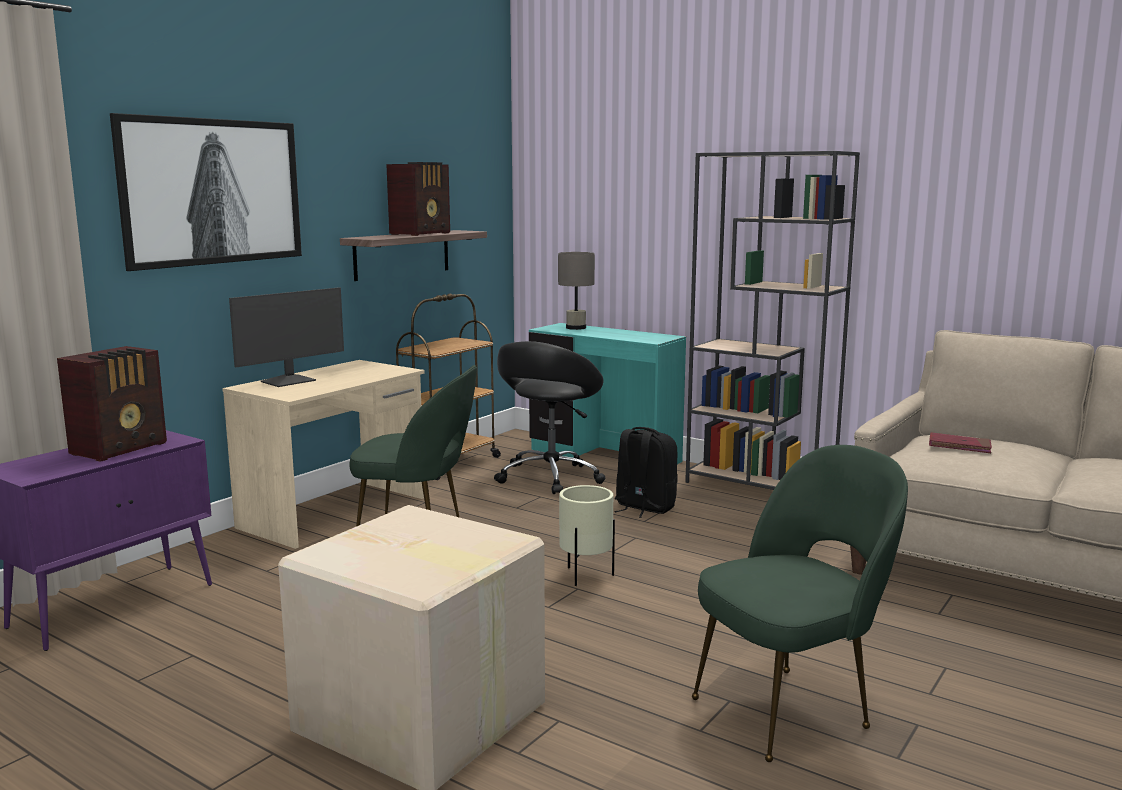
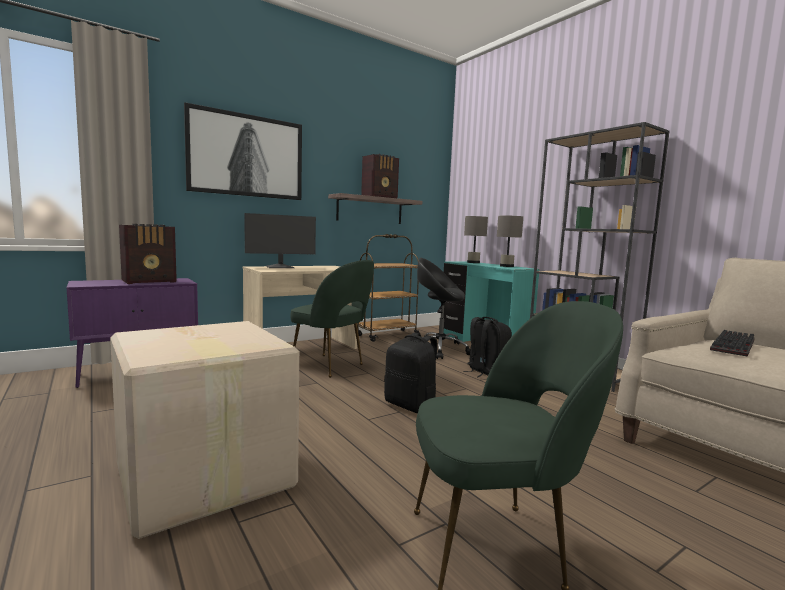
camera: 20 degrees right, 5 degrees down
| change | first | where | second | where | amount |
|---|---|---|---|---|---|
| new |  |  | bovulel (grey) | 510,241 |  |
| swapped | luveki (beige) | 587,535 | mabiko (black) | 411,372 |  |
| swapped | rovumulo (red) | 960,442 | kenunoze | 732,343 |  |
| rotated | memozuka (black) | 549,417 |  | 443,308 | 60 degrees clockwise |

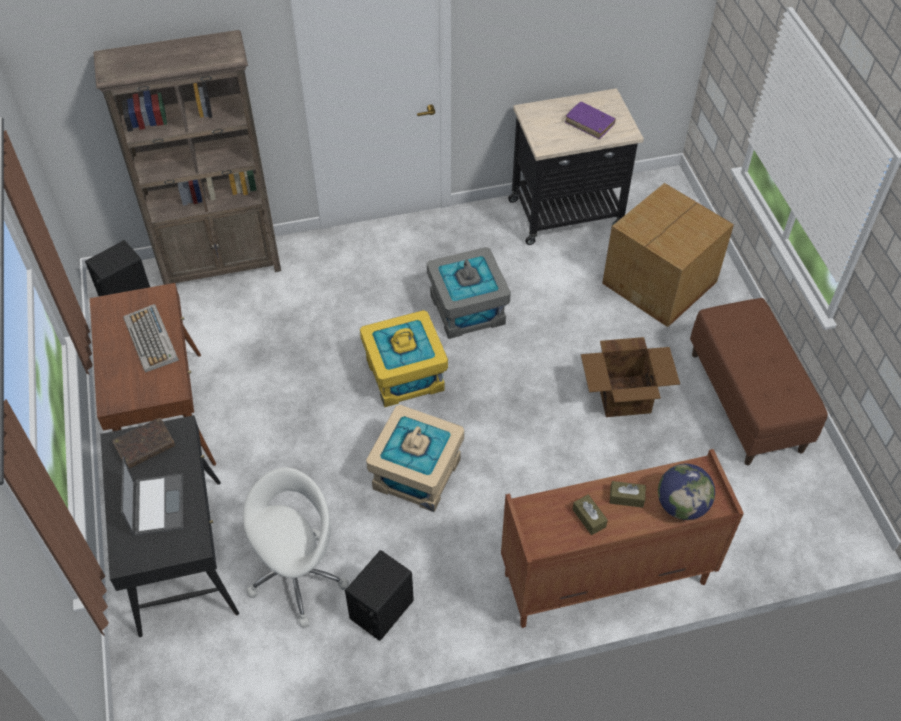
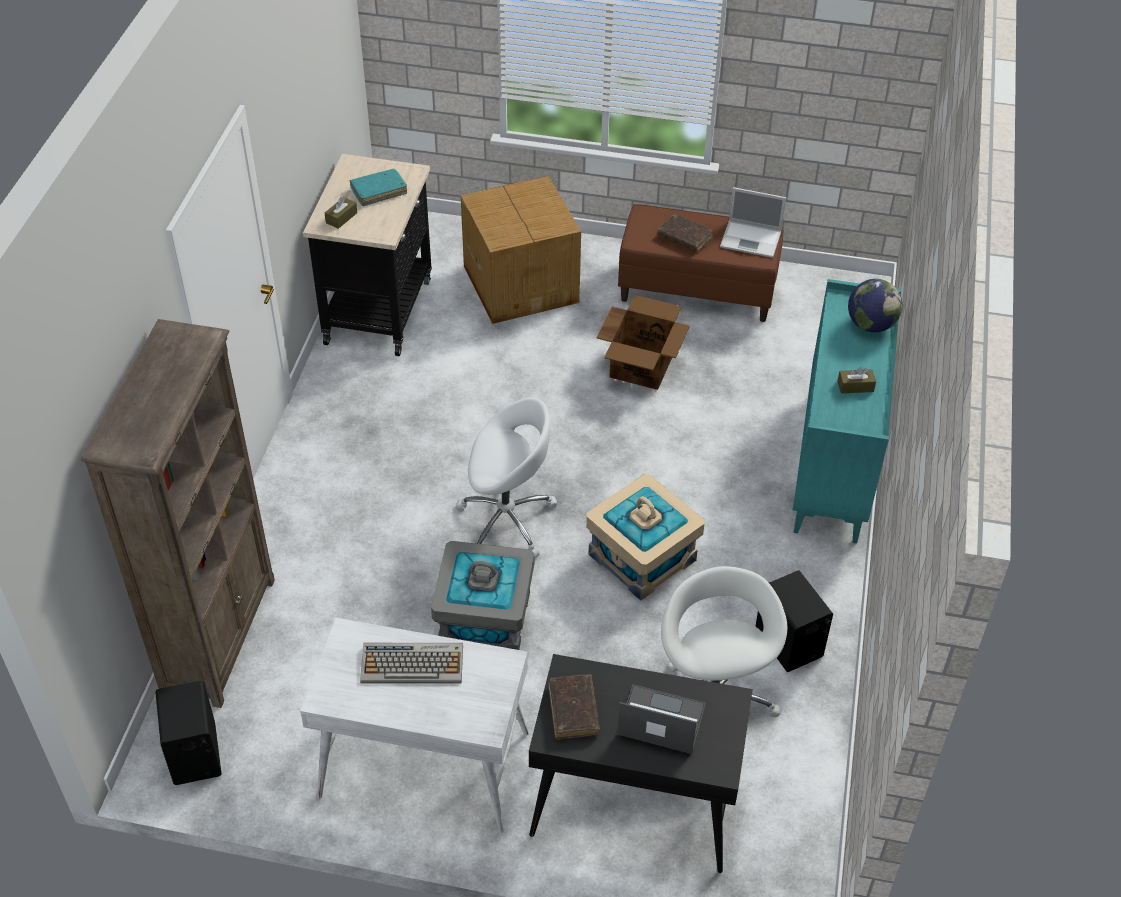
camera: 65 degrees left, 5 degrees down
| change | first | where | second | where | amount |
|---|---|---|---|---|---|
| new |  |  | rovumulo (brown) | 685,233 |  |
| new |  |  | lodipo | 753,222 |  |
| shifted | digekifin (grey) | 469,293 |  | 482,595 |  |
| shifted | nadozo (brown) | 628,494 |  | 341,212 |  |
| swapped | digekifin (yellow) | 404,359 | memozuka (white) | 506,478 |  |
| repainted | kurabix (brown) | 153,374 | kurabix (white) | 414,725 |  |
| repainted | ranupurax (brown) | 622,538 | ranupurax (turquoise) | 846,411 |  |
| repainted | rovumulo (purple) | 590,120 | rovumulo (turquoise) | 378,187 |  |

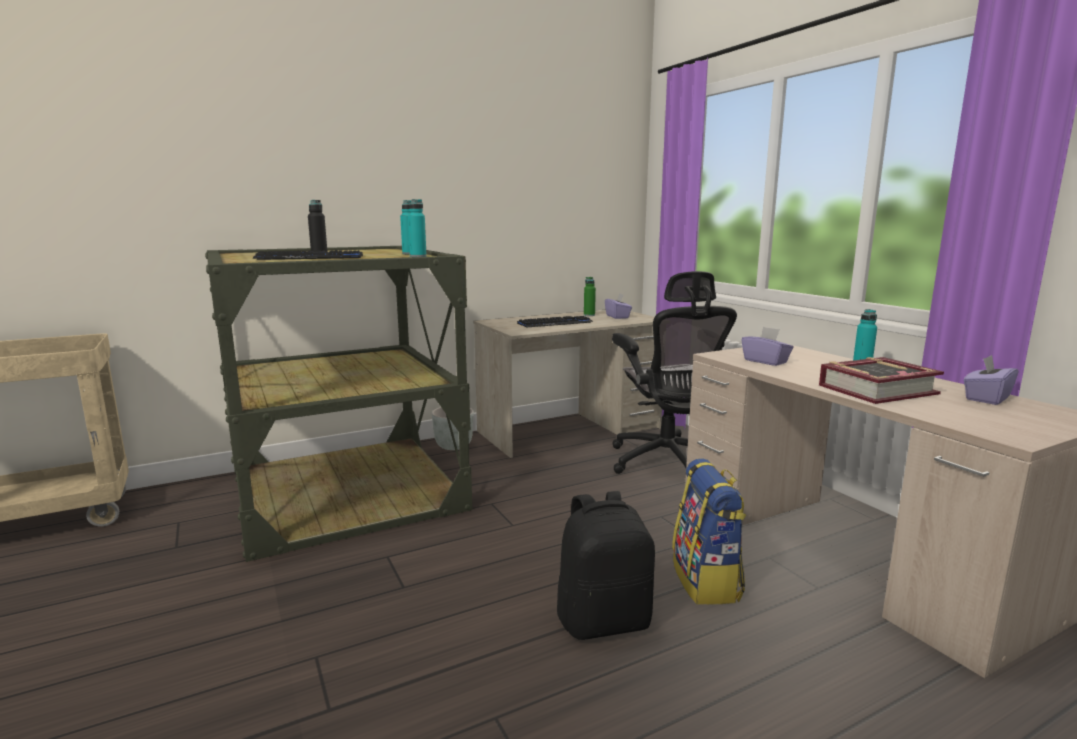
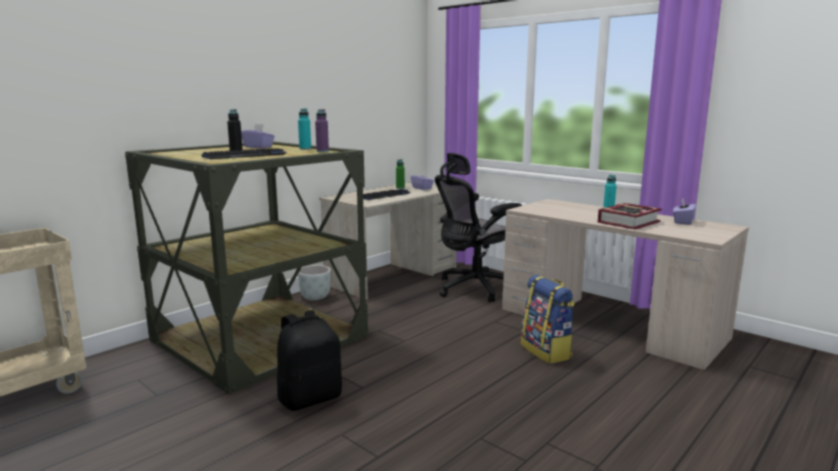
camera: 20 degrees left, 0 degrees up
| change | first | where | second | where | amount |
|---|---|---|---|---|---|
| shifted | mabiko (black) | 606,565 |  | 309,360 |  |
| shifted | nadozo (purple) | 768,346 |  | 258,136 |  |
| repainted | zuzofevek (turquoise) | 417,228 | zuzofevek (purple) | 322,130 |  |
| rotated | memozuka | 674,372 |  | 478,227 | 90 degrees clockwise |

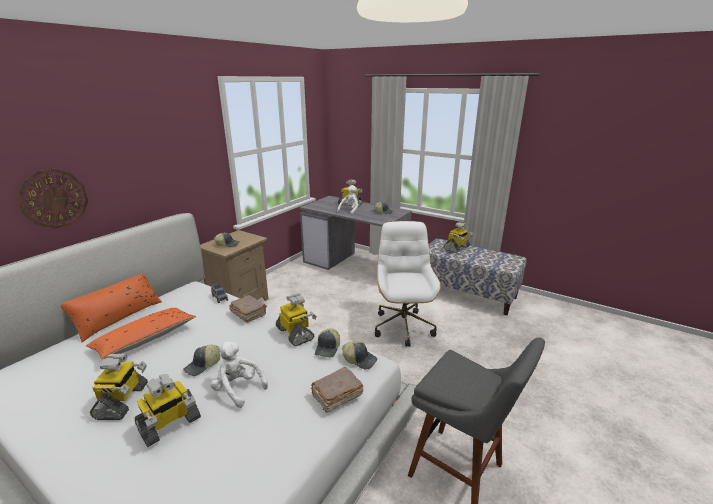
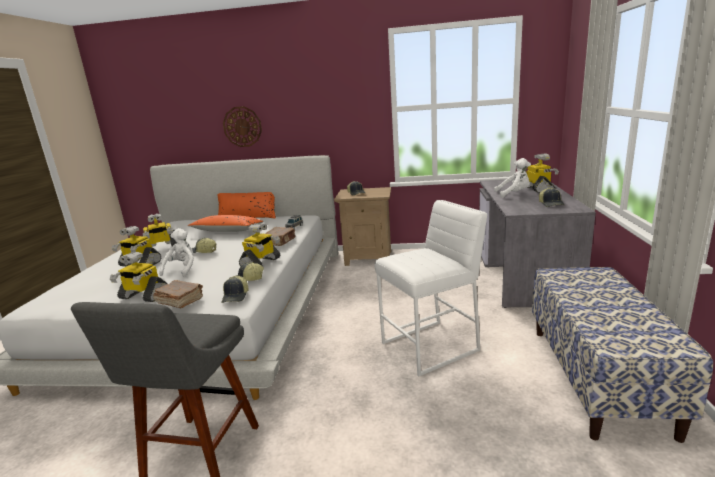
camera: 65 degrees right, 5 degrees down
| change | first | where | second | where | amount |
|---|---|---|---|---|---|
| shifted | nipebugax | 458,237 |  | 138,276 |  |
| swapped | memozuka (white) | 408,284 | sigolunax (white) | 430,288 |  |

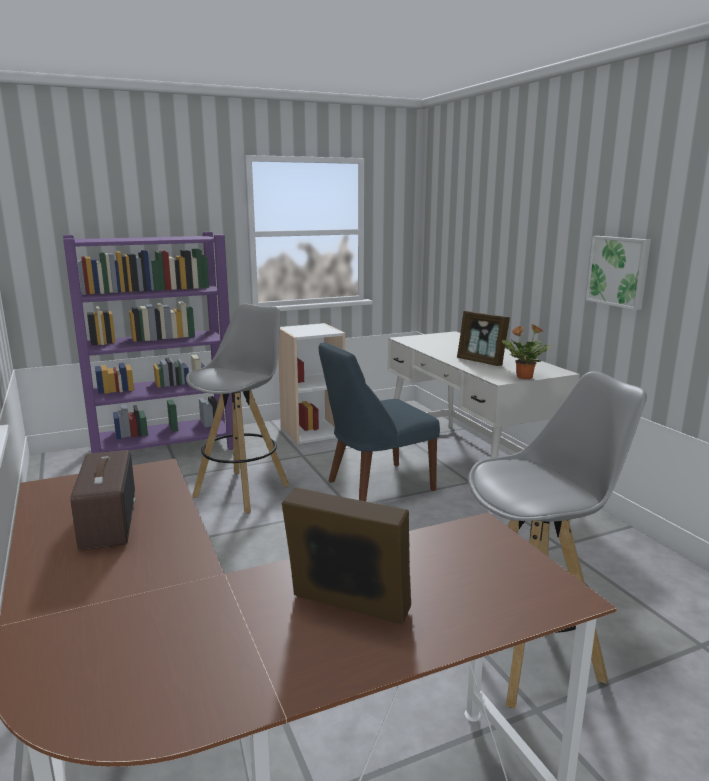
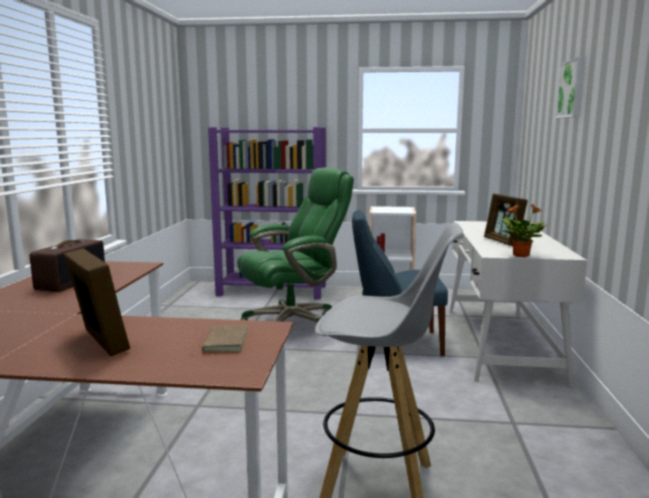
camera: 30 degrees right, 5 degrees down
| change | first | where | second | where | amount |
|---|---|---|---|---|---|
| new |  |  | rovumulo (brown) | 218,338 |  |
| shifted | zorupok | 618,273 |  | 570,87 |  |
| swapped | sigolunax (grey) | 237,408 | memozuka (green) | 295,252 |  |

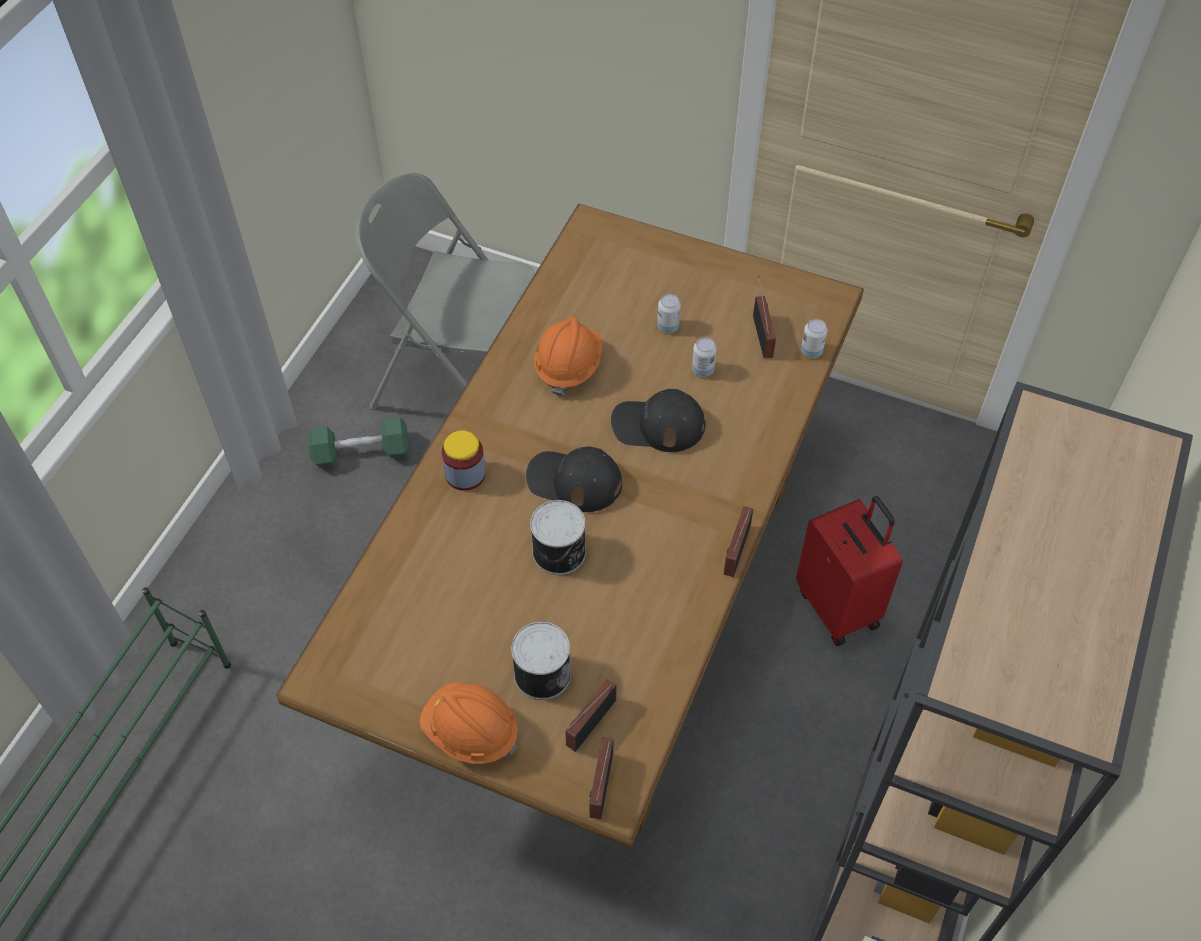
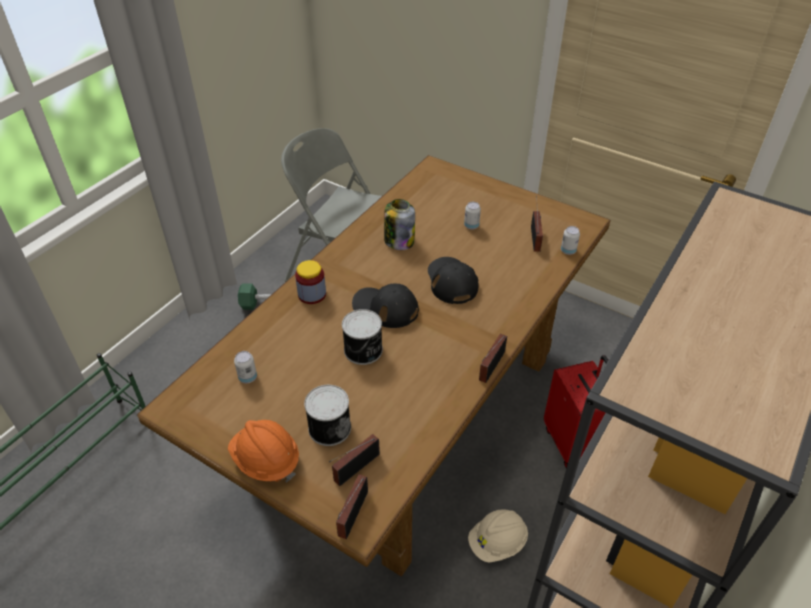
camera: 10 degrees right, 10 degrees down
| change | first | where | second | where | amount |
|---|---|---|---|---|---|
| new |  |  | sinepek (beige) | 498,536 |  |
| shifted | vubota | 704,357 |  | 245,367 |  |
| swapped | sinepek (orange) | 568,356 | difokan | 399,224 |  |
| rotated | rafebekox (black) | 658,420 |  | 453,280 | 60 degrees clockwise |

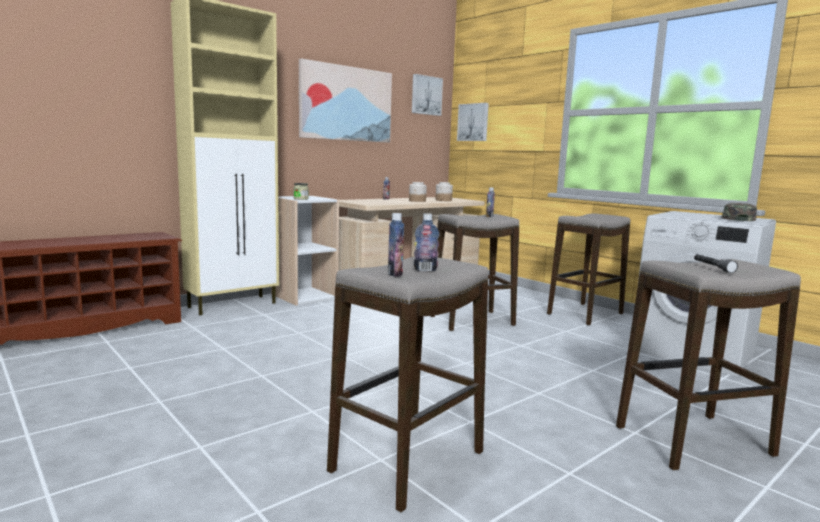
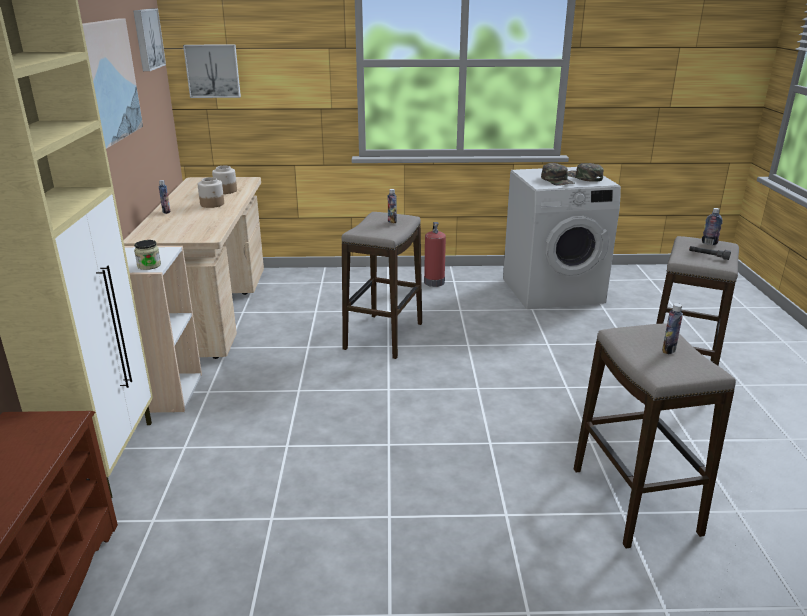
camera: 50 degrees left, 15 degrees up
| change | first | where | second | where | amount |
|---|---|---|---|---|---|
| new |  |  | rafebekox (green) | 558,174 |  |
| shifted | zuzofevek | 396,245 |  | 712,226 |  |
| swapped | sigolunax | 588,269 | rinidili | 435,254 |  |

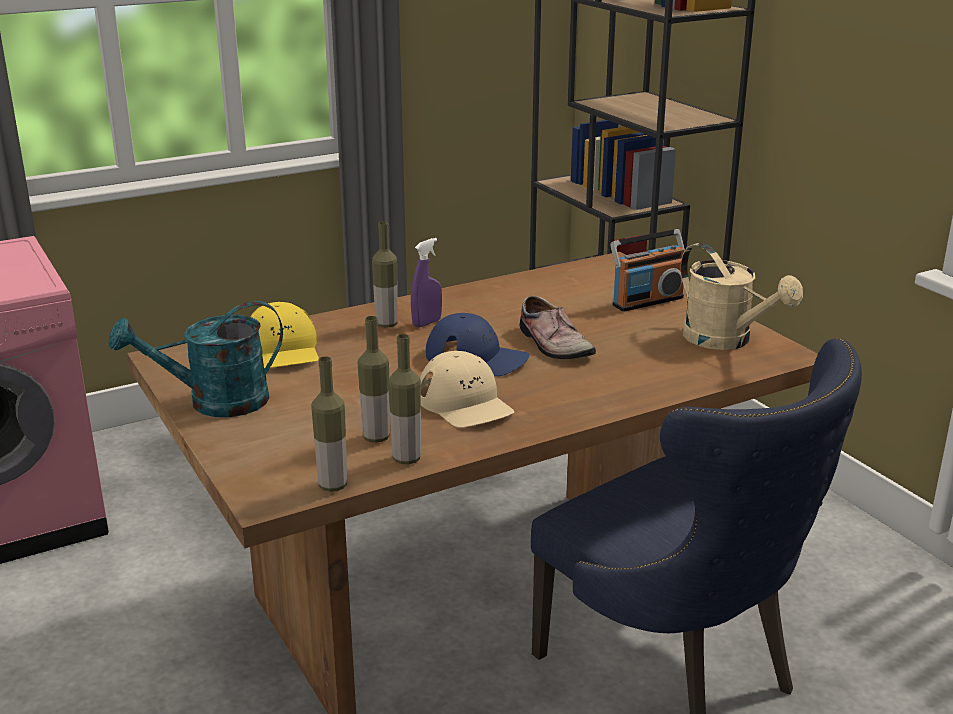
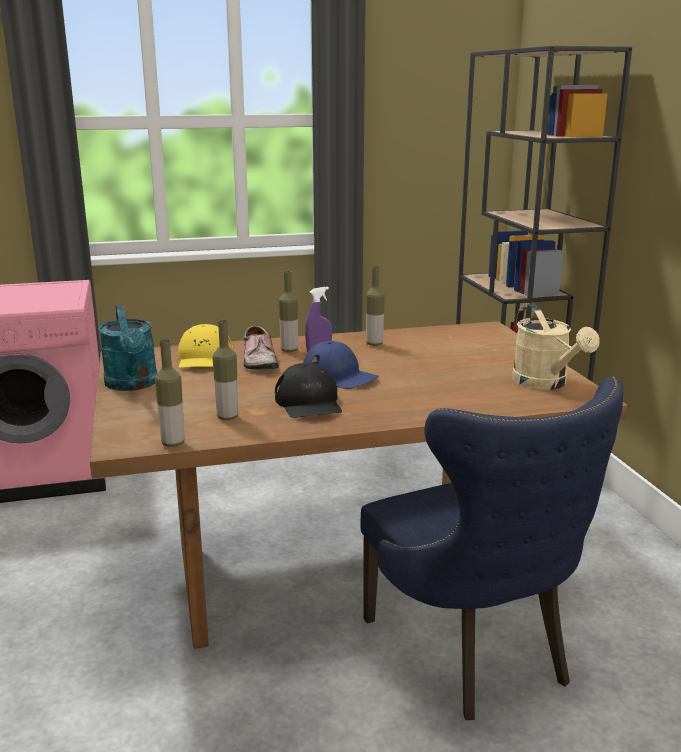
camera: 15 degrees right, 5 degrees down
| change | first | where | second | where | amount |
|---|---|---|---|---|---|
| gone | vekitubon | 647,270 |  |  |  |
| shifted | zuzofevek | 404,399 |  | 375,306 |  |
| shifted | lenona | 558,327 |  | 261,348 |  |
| repainted | rafebekox (beige) | 467,389 | rafebekox (black) | 308,390 |  |
| rotated | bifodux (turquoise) | 196,359 |  | 127,347 | 105 degrees counterclockwise |

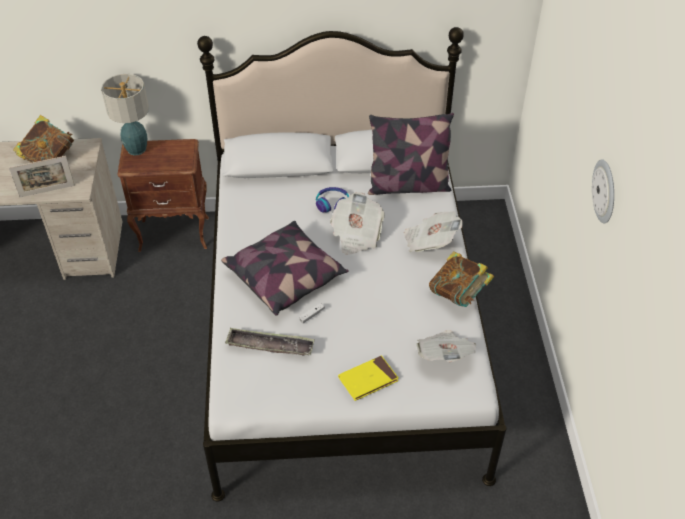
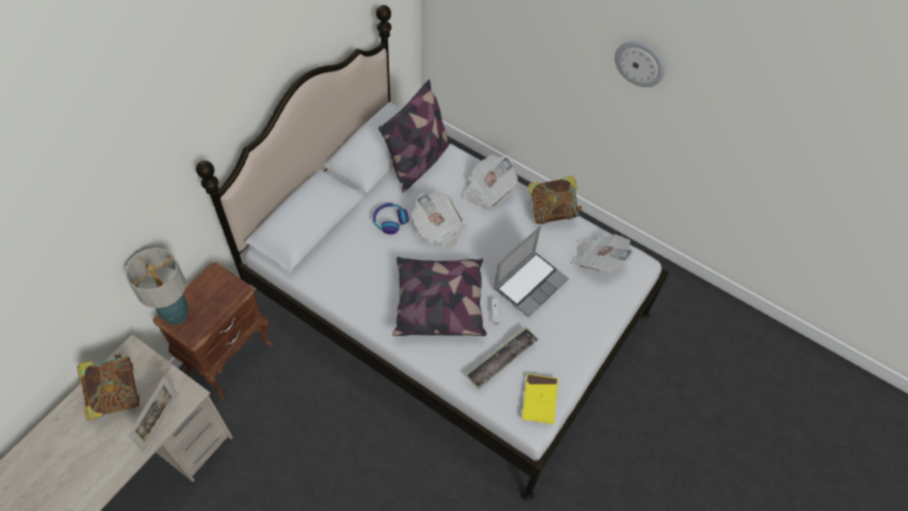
camera: 55 degrees left, 10 degrees up
| change | first | where | second | where | amount |
|---|---|---|---|---|---|
| new |  |  | lodipo | 531,272 |  |
| shifted | rovumulo (yellow) | 368,378 |  | 540,399 |  |

